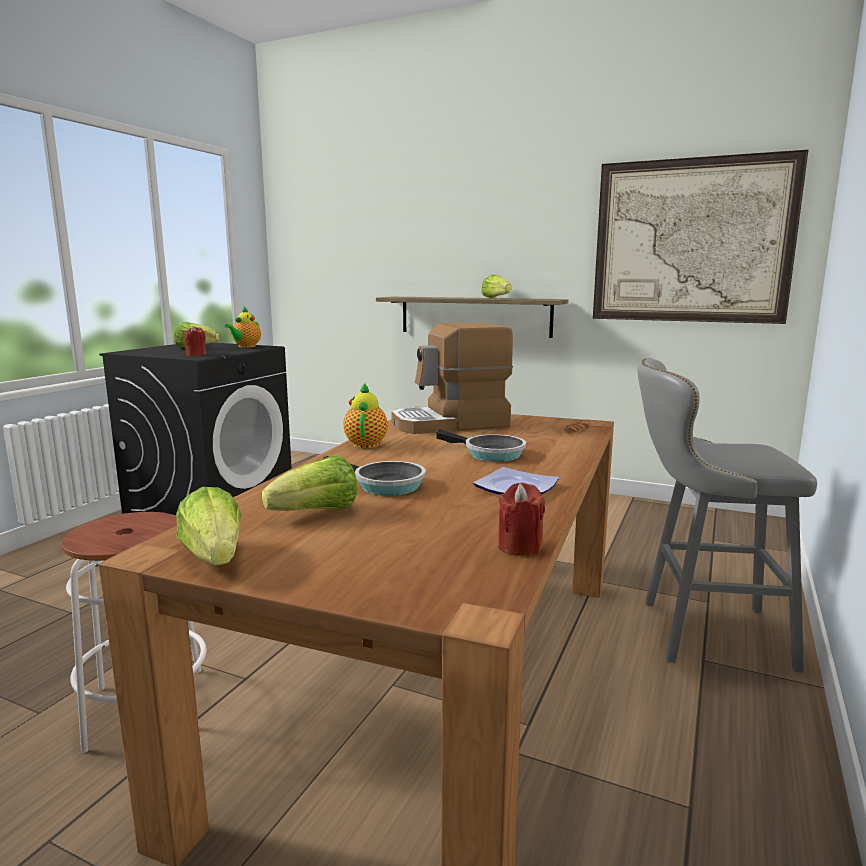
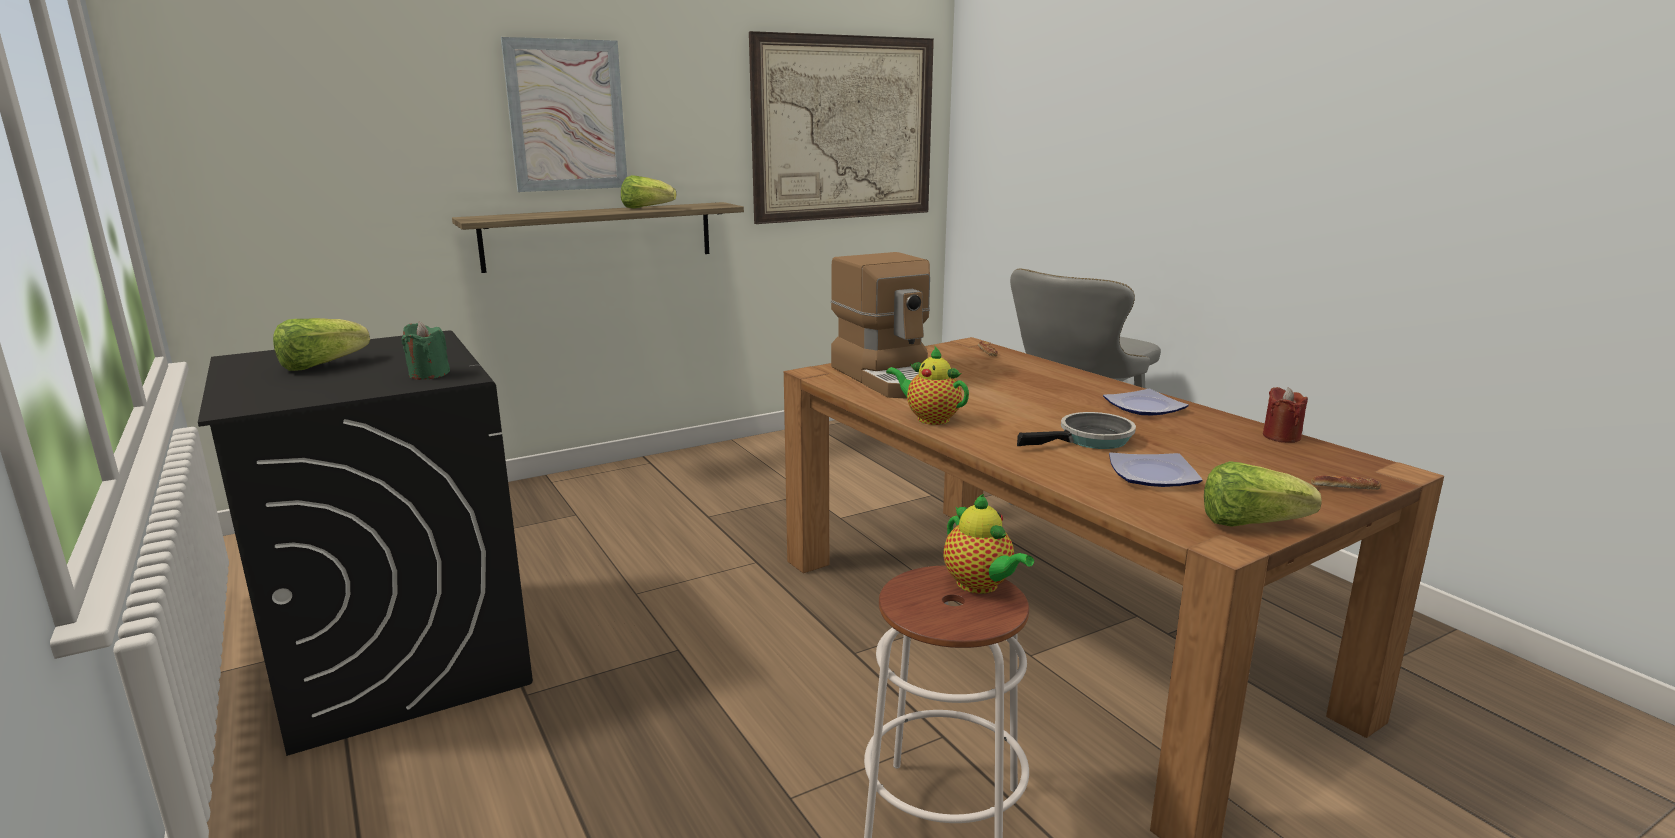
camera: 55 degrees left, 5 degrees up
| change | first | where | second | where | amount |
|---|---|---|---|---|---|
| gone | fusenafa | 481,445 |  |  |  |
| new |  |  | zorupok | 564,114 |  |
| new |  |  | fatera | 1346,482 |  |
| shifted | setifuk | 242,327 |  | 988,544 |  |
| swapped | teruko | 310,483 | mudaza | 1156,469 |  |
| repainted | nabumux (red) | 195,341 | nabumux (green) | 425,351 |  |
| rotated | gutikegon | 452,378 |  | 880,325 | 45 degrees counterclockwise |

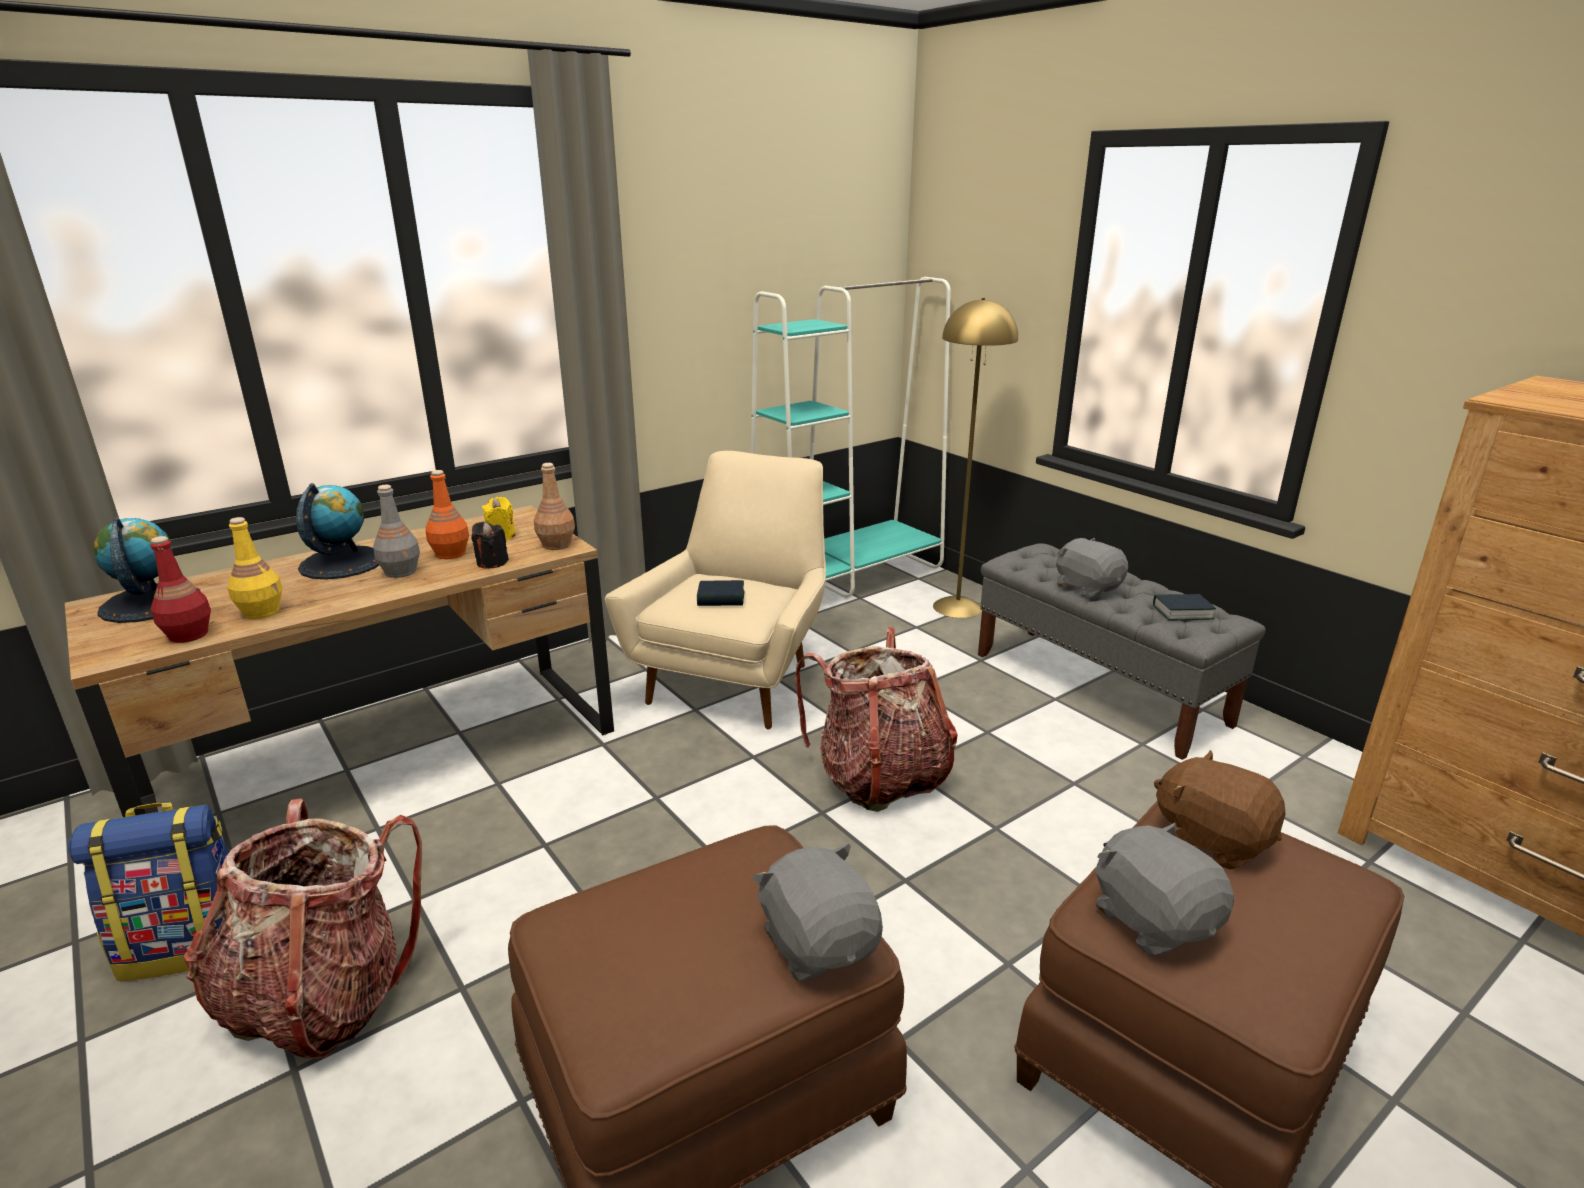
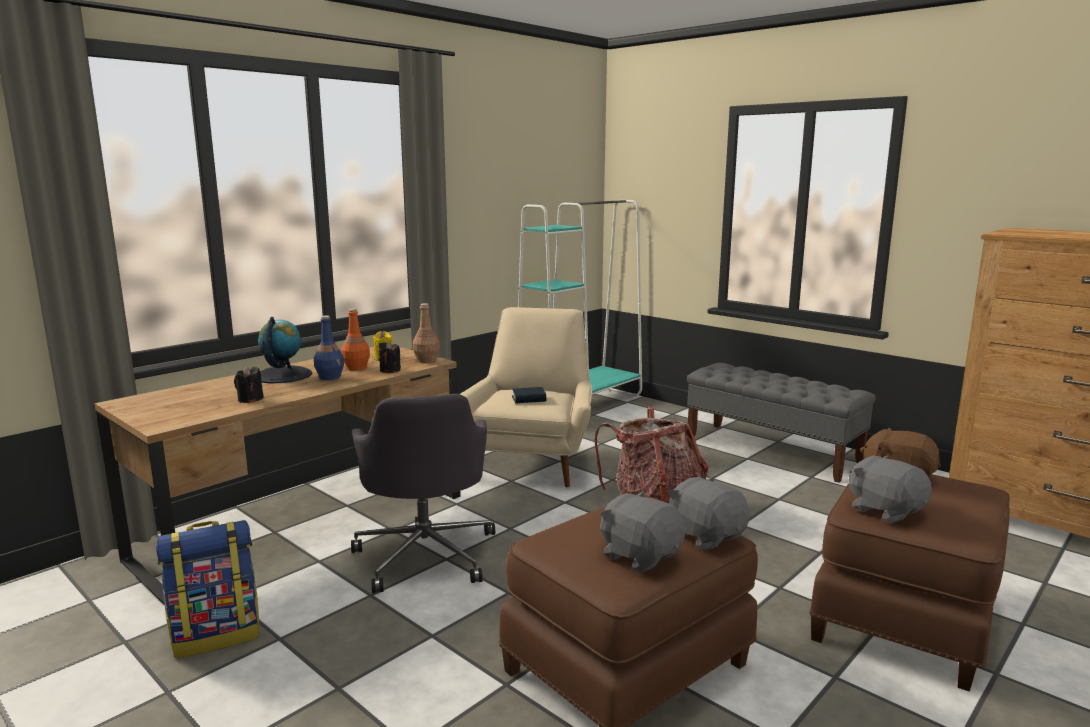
camera: 10 degrees left, 10 degrees down
| change | first | where | second | where | amount |
|---|---|---|---|---|---|
| gone | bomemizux | 146,570 |  |  |  |
| gone | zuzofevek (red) | 180,589 |  |  |  |
| gone | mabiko | 303,928 |  |  |  |
| gone | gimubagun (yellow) | 975,458 |  |  |  |
| gone | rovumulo | 1184,607 |  |  |  |
| new |  |  | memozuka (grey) | 423,493 |  |
| shifted | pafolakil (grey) | 1092,568 |  | 643,532 |  |
| swapped | zuzofevek (yellow) | 255,568 | nabumux (black) | 249,384 |  |
| repainted | zuzofevek (grey) | 396,531 | zuzofevek (blue) | 329,347 |  |

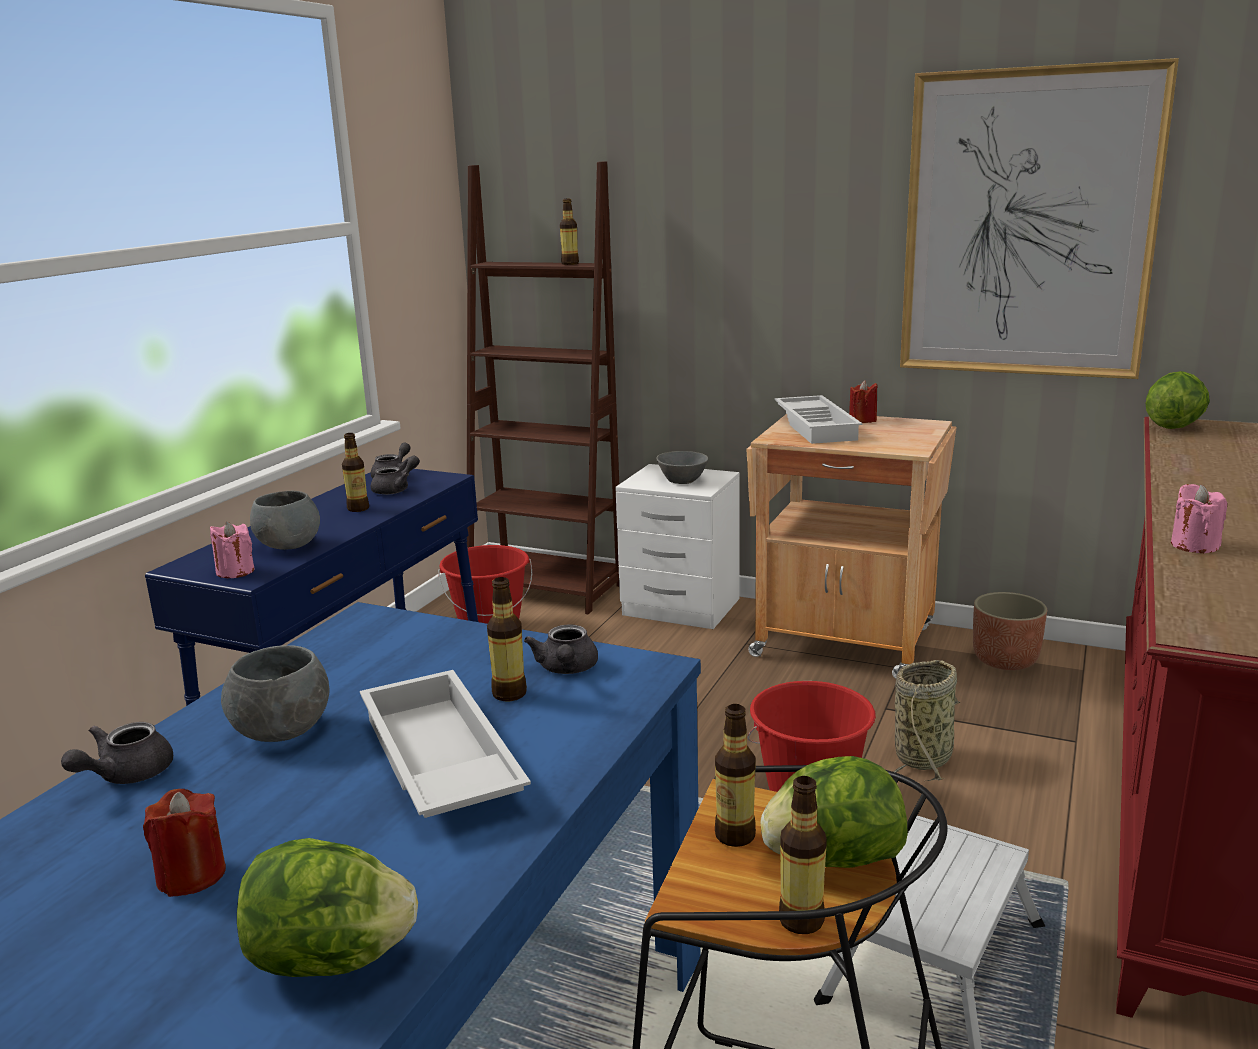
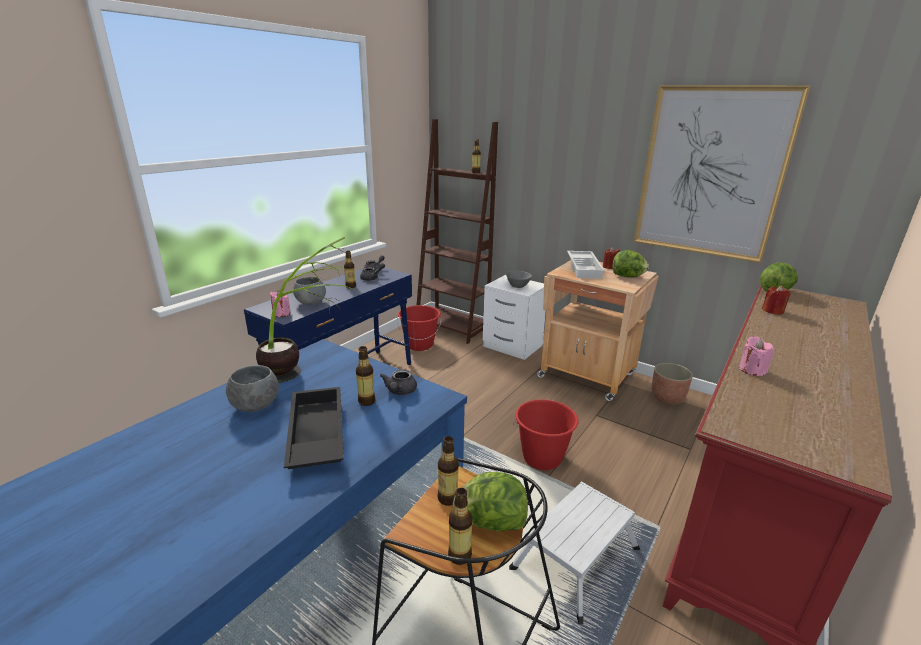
camera: 10 degrees right, 5 degrees up
| change | first | where | second | where | amount |
|---|---|---|---|---|---|
| gone | setifuk (grey) | 117,753 |  |  |  |
| gone | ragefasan | 926,720 |  |  |  |
| new |  |  | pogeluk | 305,310 |  |
| shifted | nabumux (red) | 184,843 |  | 776,300 |  |
| shifted | teruko | 327,907 |  | 630,263 |  |
| repainted | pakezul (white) | 445,744 | pakezul (black) | 314,428 |  |

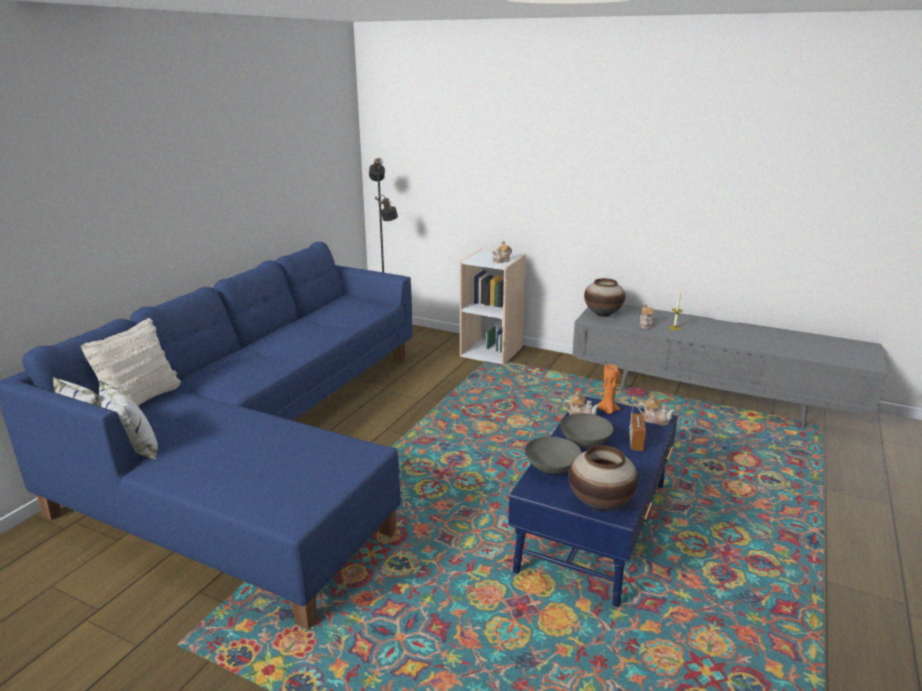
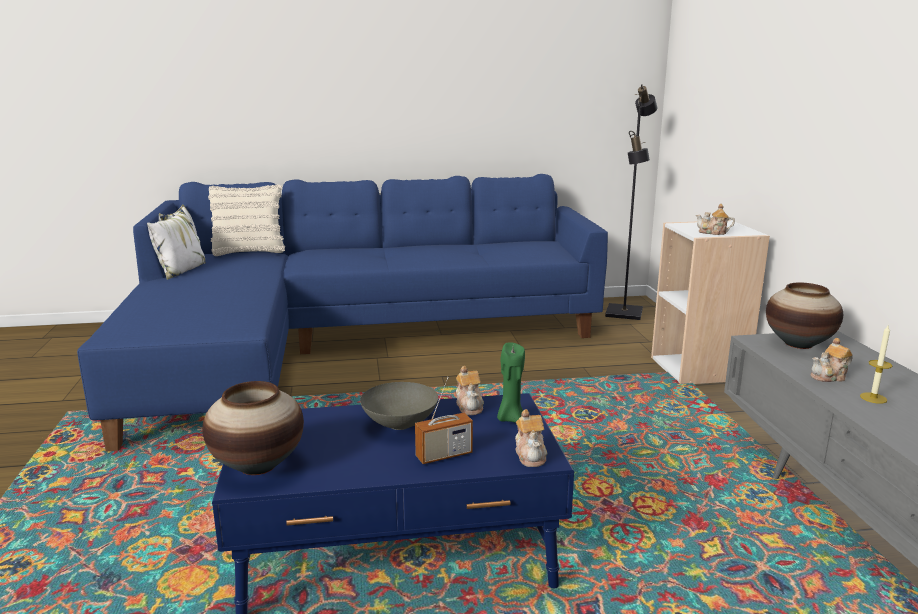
camera: 55 degrees right, 5 degrees down
| change | first | where | second | where | amount |
|---|---|---|---|---|---|
| gone | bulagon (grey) | 553,455 |  |  |  |
| repainted | nabumux (orange) | 608,389 | nabumux (green) | 511,382 |  |

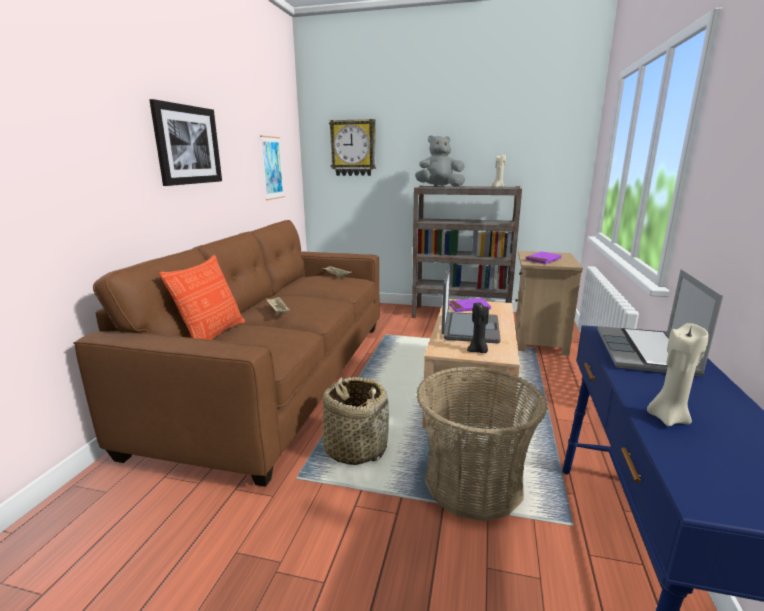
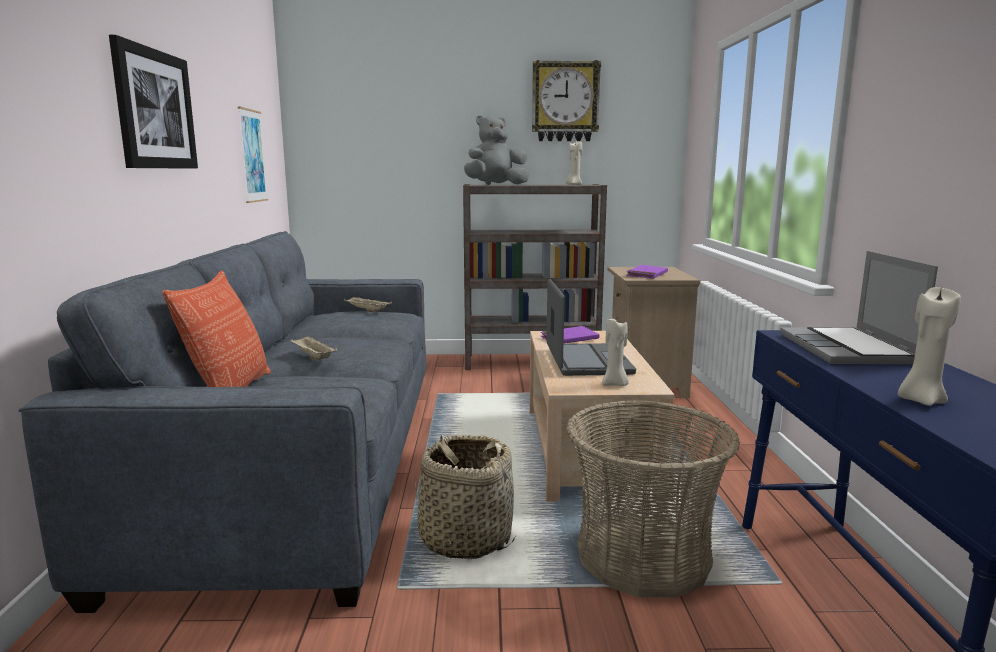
camera: 15 degrees left, 5 degrees down
| change | first | where | second | where | amount |
|---|---|---|---|---|---|
| shifted | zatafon | 352,147 |  | 566,100 |  |
| repainted | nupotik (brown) | 226,353 | nupotik (grey) | 222,422 |  |
| repainted | nabumux (black) | 478,327 | nabumux (beige) | 615,352 |  |

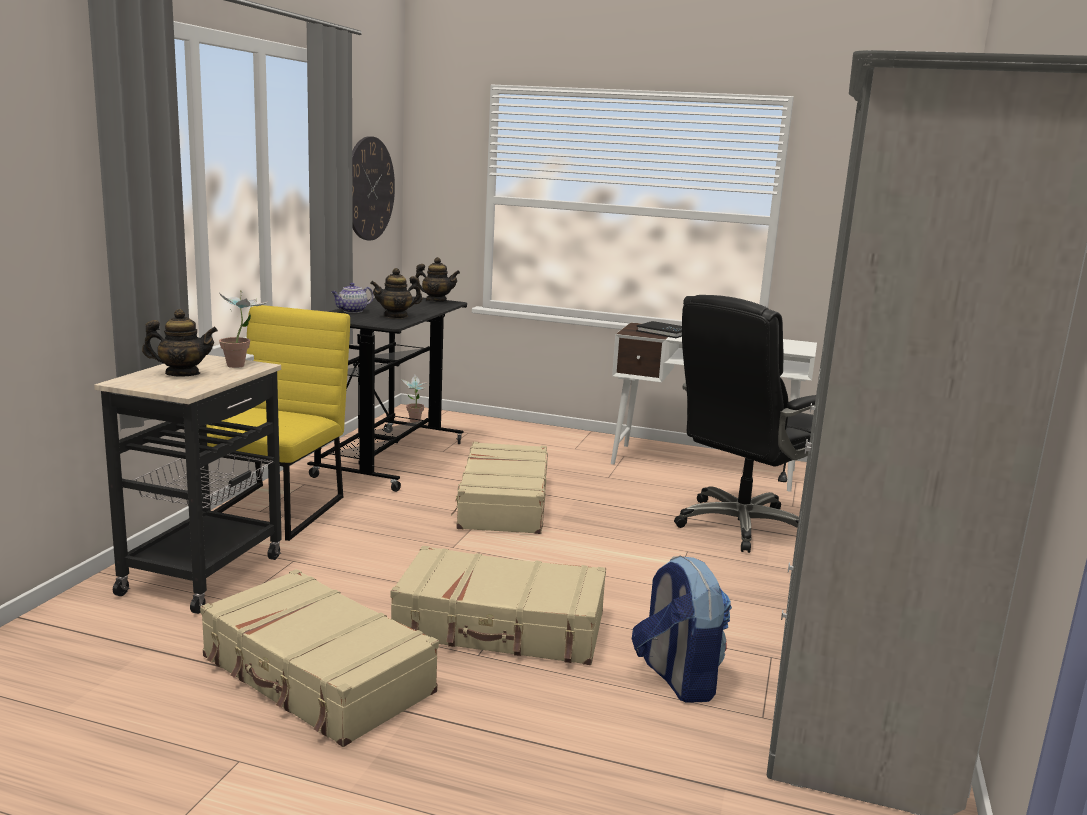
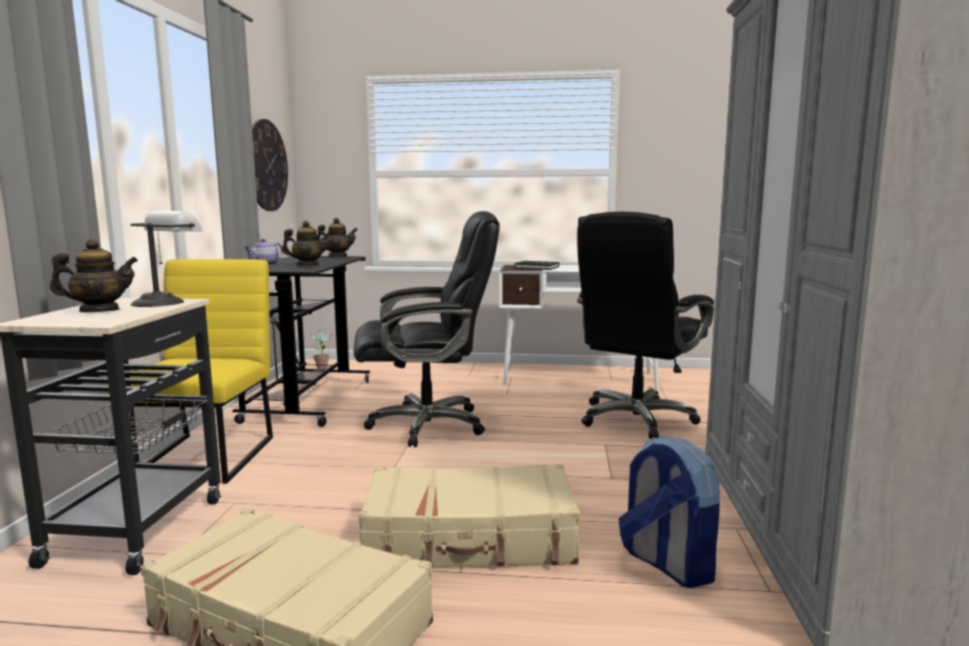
camera: 10 degrees left, 5 degrees down
| change | first | where | second | where | amount |
|---|---|---|---|---|---|
| swapped | pogeluk | 243,329 | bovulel | 166,259 |  |
| swapped | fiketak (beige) | 499,488 | memozuka (black) | 427,329 |  |
| rotated | setifuk | 396,293 |  | 306,243 | 150 degrees counterclockwise |

